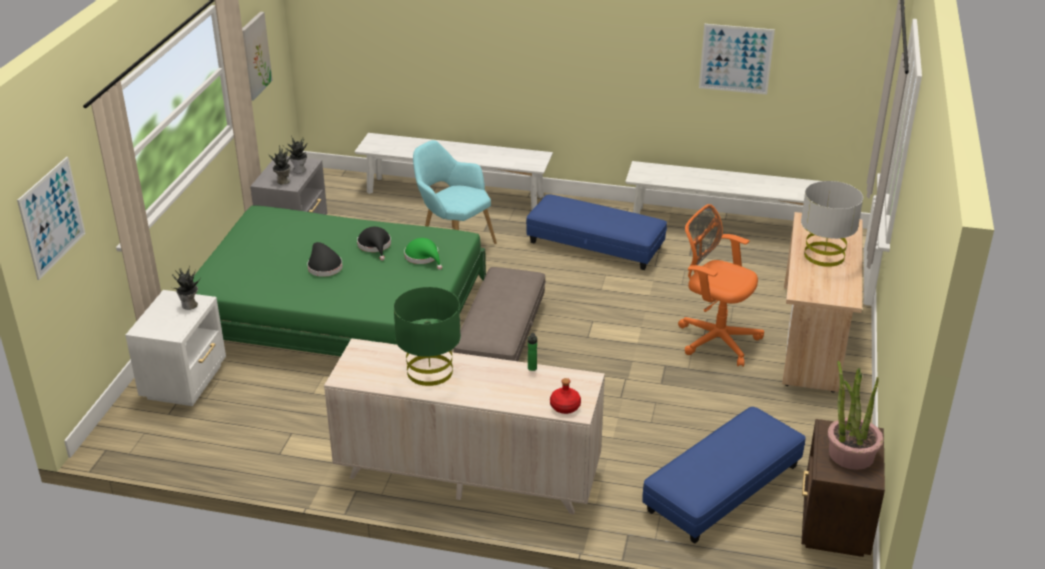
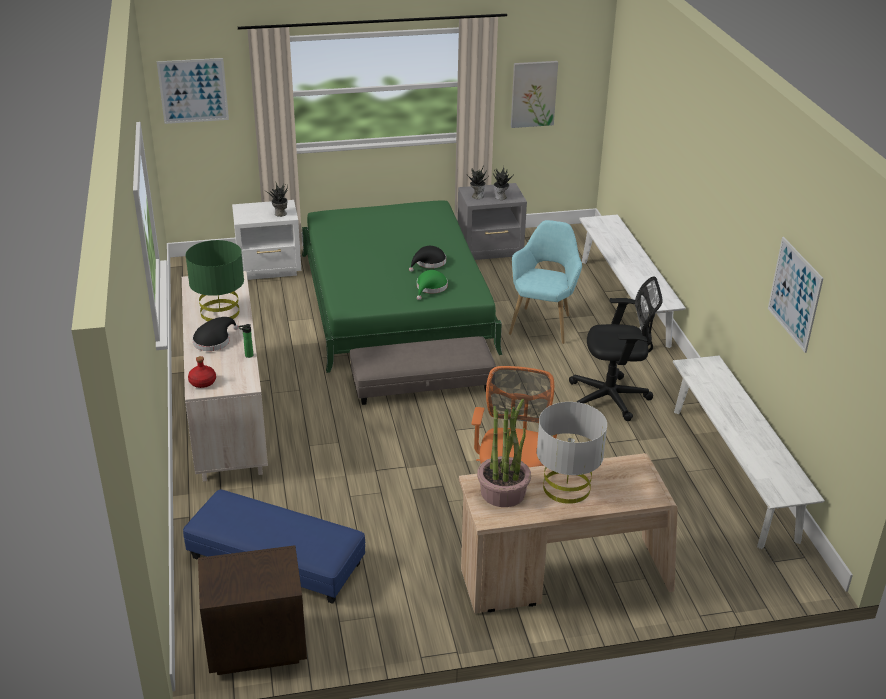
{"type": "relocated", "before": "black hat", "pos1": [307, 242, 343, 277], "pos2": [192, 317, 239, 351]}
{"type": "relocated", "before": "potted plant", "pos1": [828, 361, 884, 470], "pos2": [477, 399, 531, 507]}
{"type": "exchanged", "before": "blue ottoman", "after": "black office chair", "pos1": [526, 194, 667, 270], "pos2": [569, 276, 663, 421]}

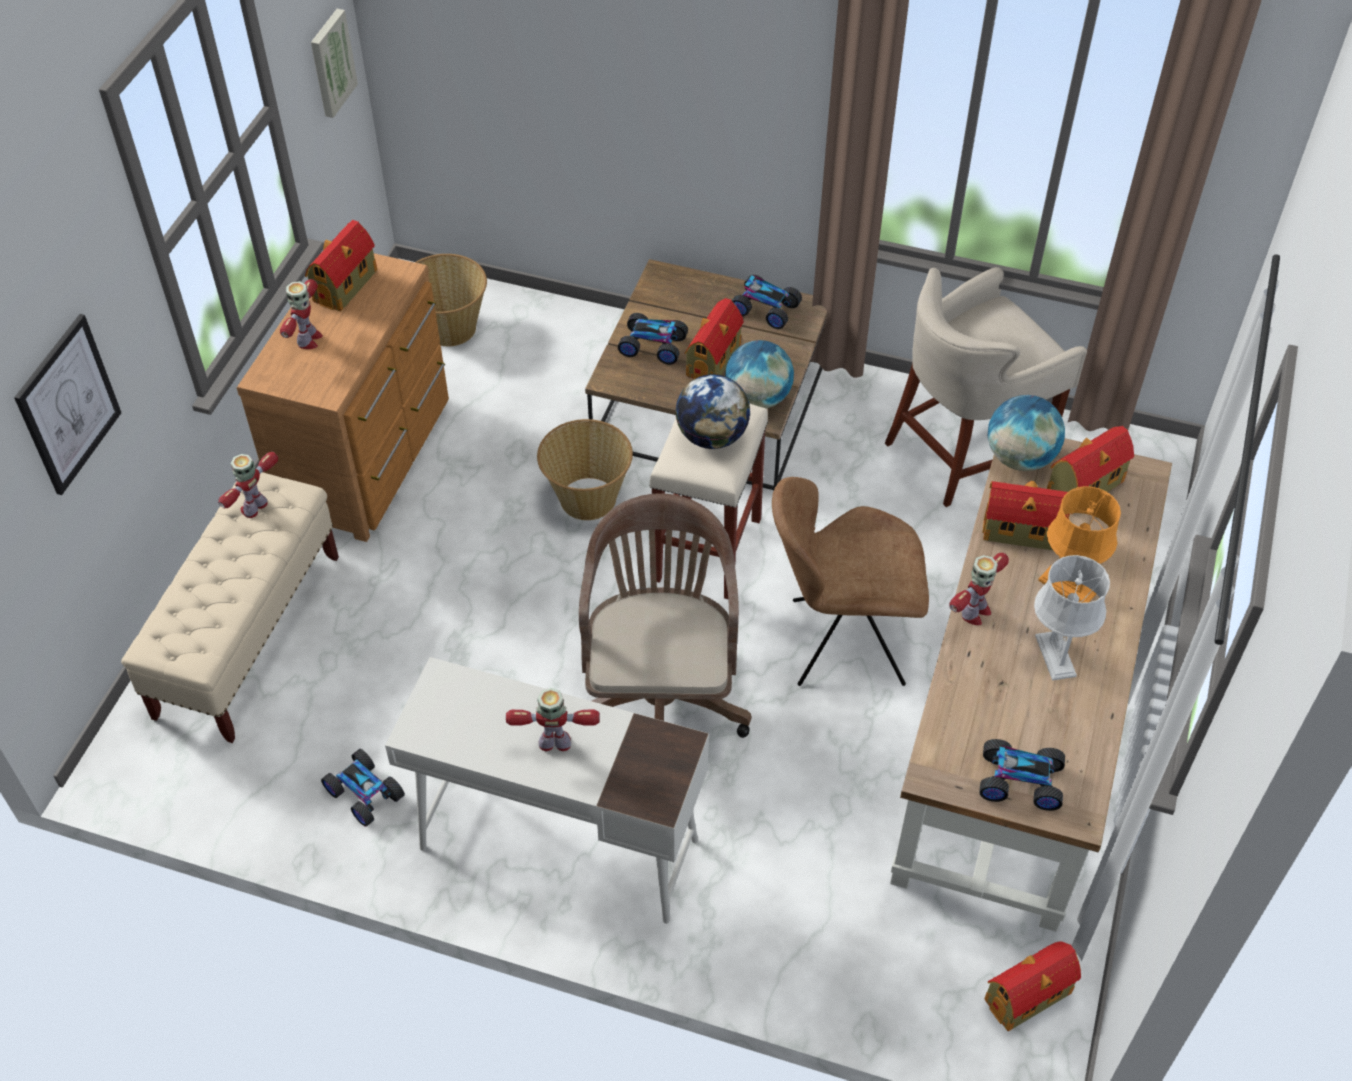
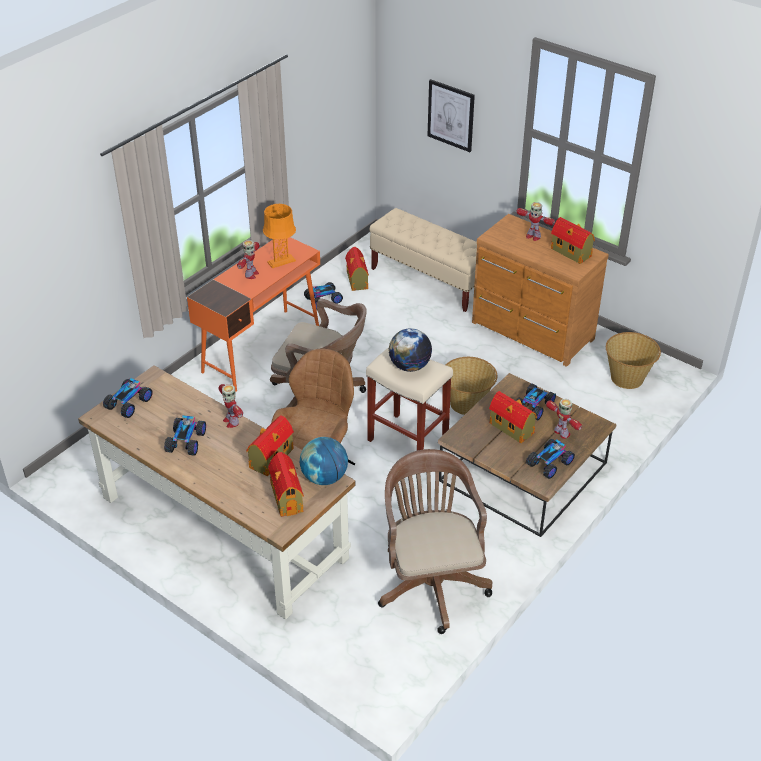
{"type": "exchanged", "before": "grey table lamp", "after": "toy car", "pos1": [1034, 555, 1110, 681], "pos2": [164, 415, 206, 456]}
{"type": "colour", "before": "white desk", "after": "orange desk", "pos1": [385, 657, 709, 924], "pos2": [187, 237, 320, 392]}
{"type": "relocated", "before": "orange table lamp", "pos1": [1038, 486, 1121, 603], "pos2": [263, 204, 296, 268]}
{"type": "relocated", "before": "toy house", "pos1": [984, 942, 1081, 1031], "pos2": [345, 247, 369, 291]}
{"type": "exchanged", "before": "beige stool", "after": "brown office chair", "pos1": [885, 267, 1087, 507], "pos2": [378, 449, 492, 634]}
{"type": "relocated", "before": "toy robot", "pos1": [218, 452, 278, 518], "pos2": [546, 399, 582, 439]}
{"type": "missing", "before": "picture", "pos1": [311, 9, 358, 118]}
{"type": "missing", "before": "globe", "pos1": [725, 340, 794, 408]}

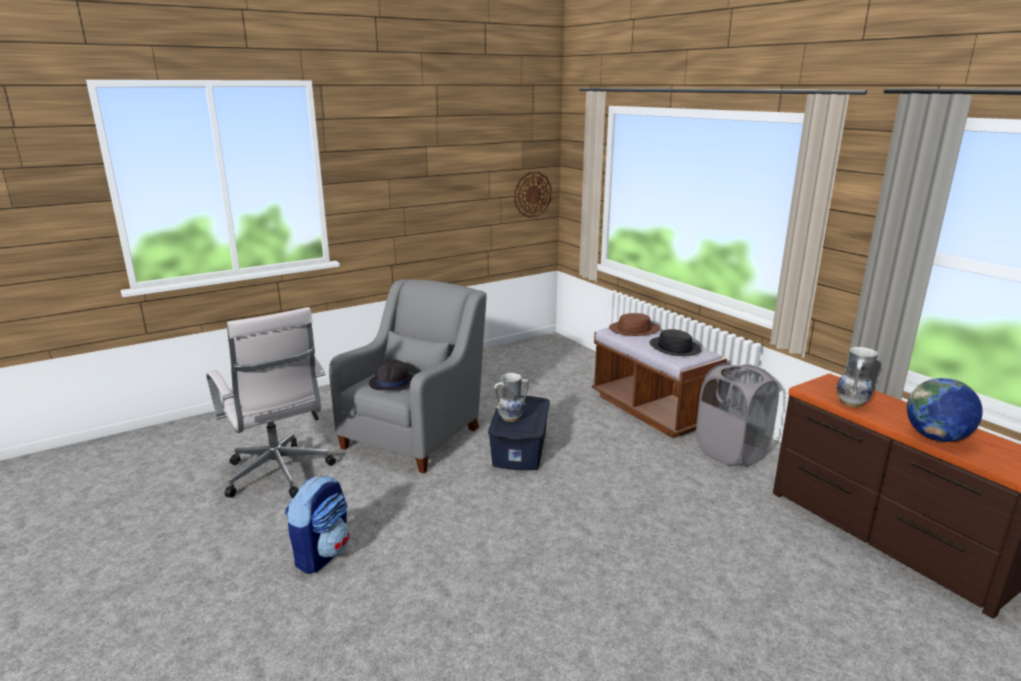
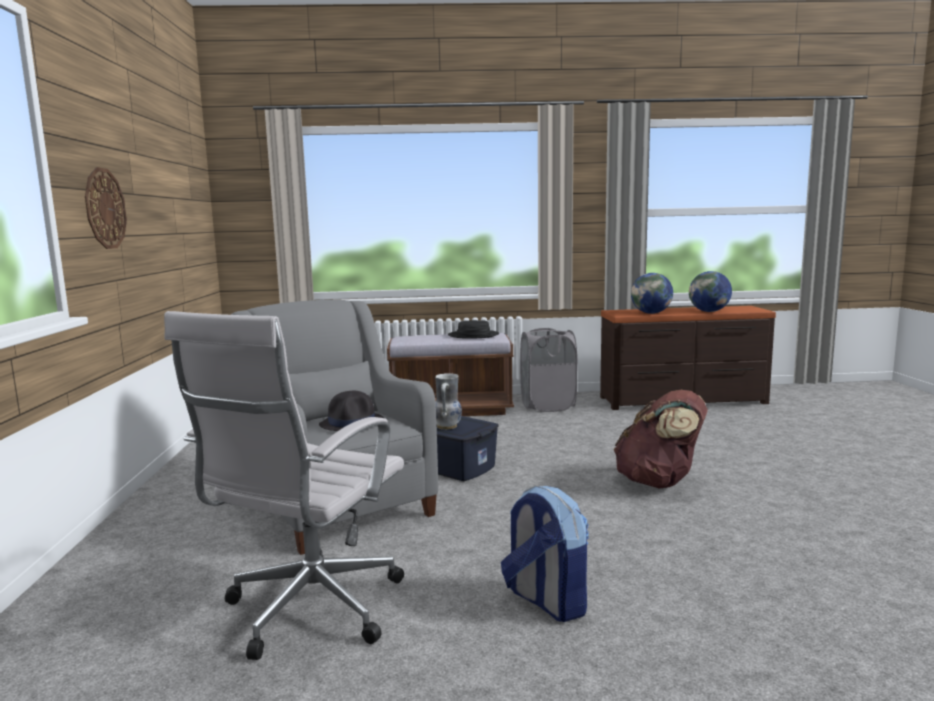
{"type": "relocated", "before": "wall clock", "pos1": [514, 172, 552, 218], "pos2": [85, 167, 127, 249]}
{"type": "spun", "before": "white office chair", "pos1": [206, 307, 336, 498], "pos2": [164, 311, 404, 660], "turn": 120}
{"type": "appeared", "after": "brown backpack", "pos2": [614, 390, 708, 489]}
{"type": "exchanged", "before": "vase", "after": "globe", "pos1": [837, 347, 878, 407], "pos2": [631, 273, 673, 314]}
{"type": "missing", "before": "brown hat", "pos1": [609, 313, 660, 336]}

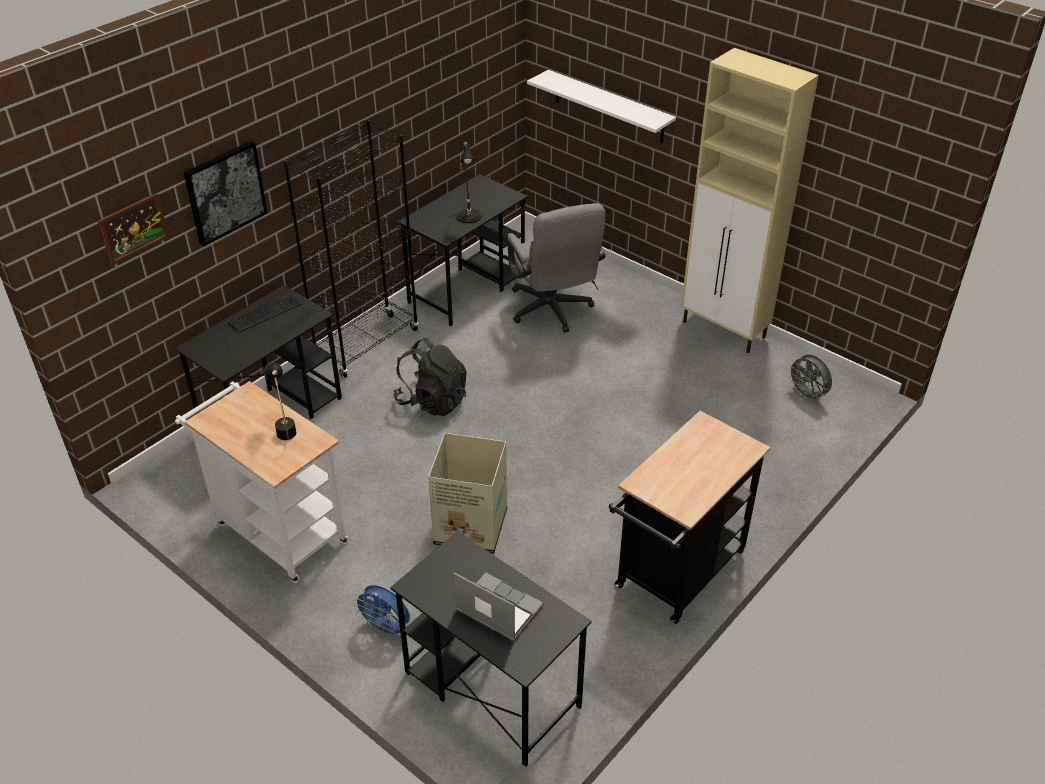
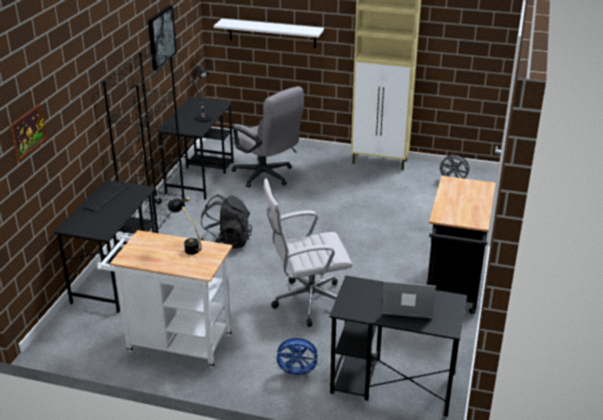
{"type": "relocated", "before": "picture", "pos1": [183, 141, 268, 246], "pos2": [148, 5, 177, 70]}
{"type": "exchanged", "before": "cardboard box", "after": "white office chair", "pos1": [428, 433, 507, 554], "pos2": [263, 178, 353, 327]}

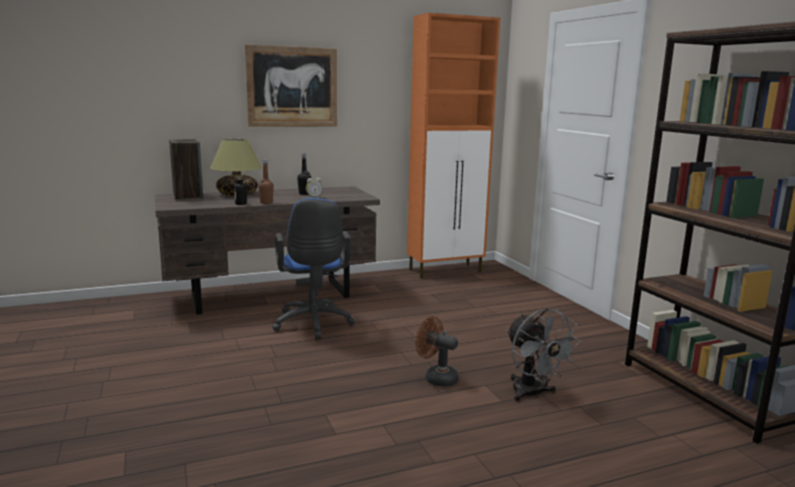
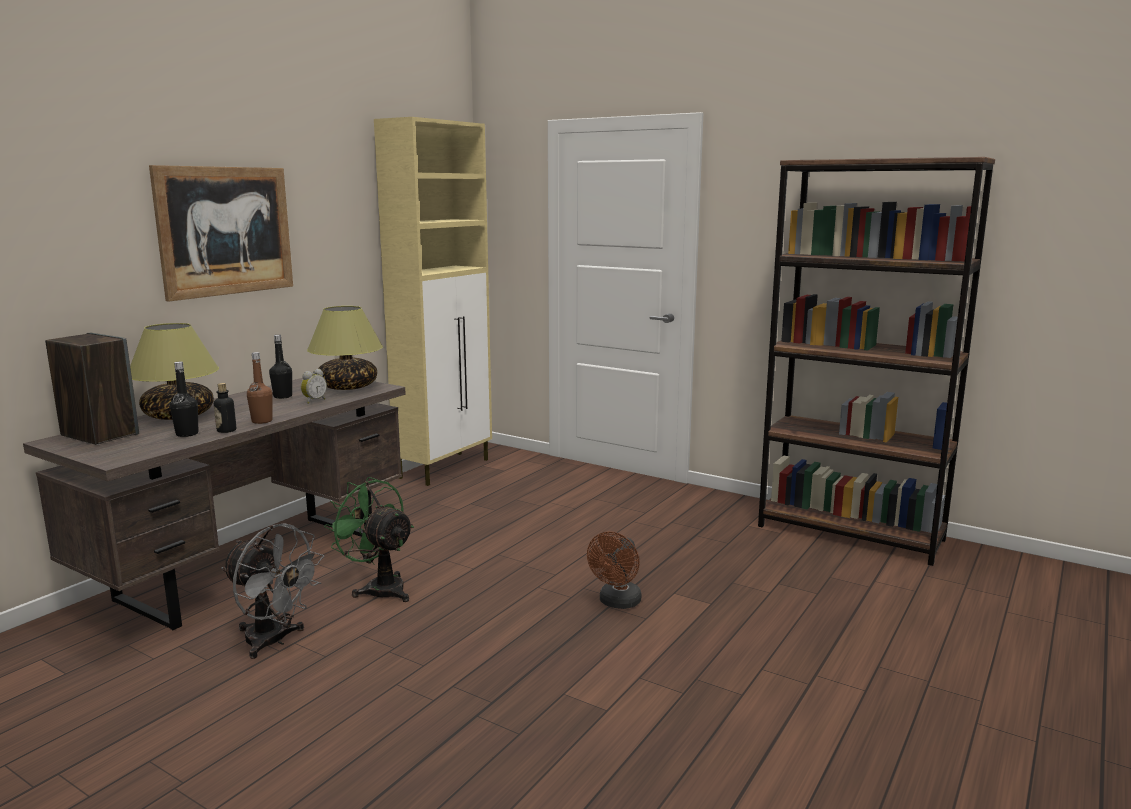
{"type": "appeared", "after": "black bottle", "pos2": [170, 362, 199, 437]}
{"type": "relocated", "before": "grey fan", "pos1": [507, 308, 581, 402], "pos2": [221, 524, 324, 659]}
{"type": "appeared", "after": "table lamp", "pos2": [307, 306, 383, 390]}
{"type": "exchanged", "before": "blue office chair", "after": "green fan", "pos1": [272, 198, 355, 339], "pos2": [324, 477, 414, 602]}
{"type": "colour", "before": "orange cabinet", "after": "beige cabinet", "pos1": [407, 13, 500, 278], "pos2": [374, 117, 492, 486]}
{"type": "spun", "before": "brown fan", "pos1": [416, 316, 459, 387], "pos2": [587, 531, 641, 609], "turn": -60}

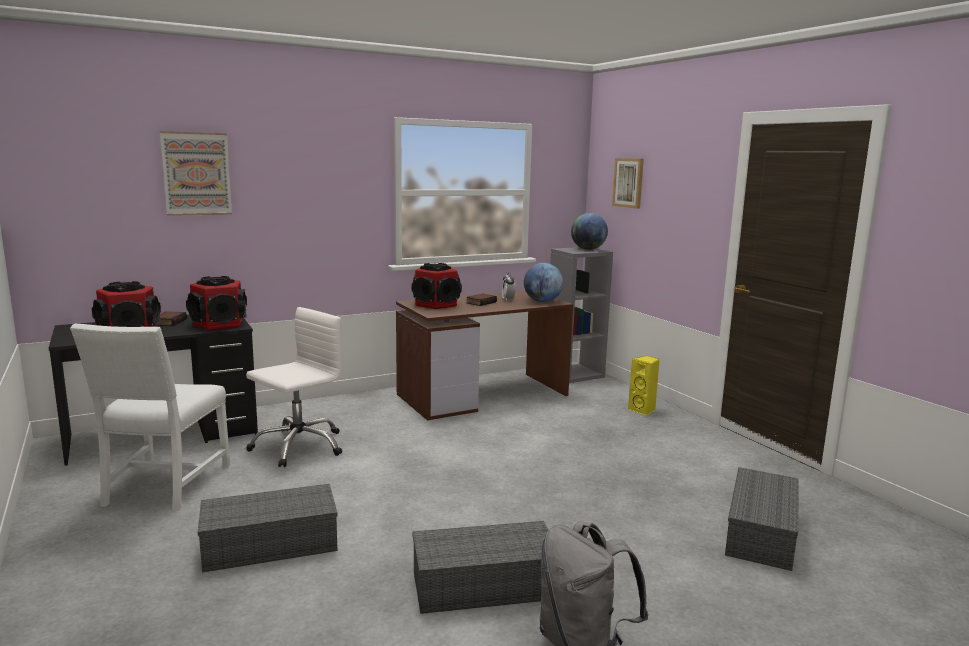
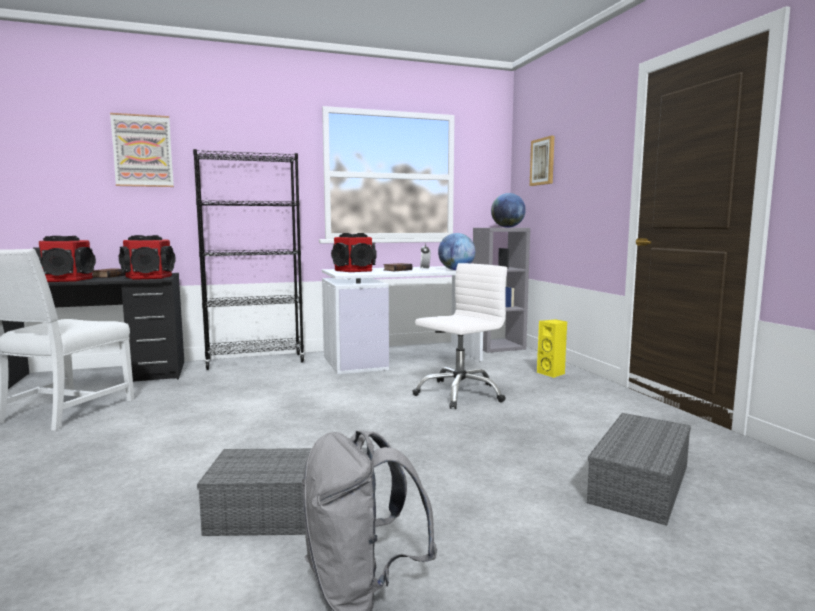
{"type": "appeared", "after": "black bookcase", "pos2": [193, 149, 305, 370]}
{"type": "colour", "before": "brown desk", "after": "white desk", "pos1": [396, 291, 573, 420], "pos2": [322, 266, 483, 375]}
{"type": "relocated", "before": "white office chair", "pos1": [246, 307, 342, 467], "pos2": [412, 263, 507, 409]}
{"type": "missing", "before": "grey storage box", "pos1": [198, 484, 337, 573]}

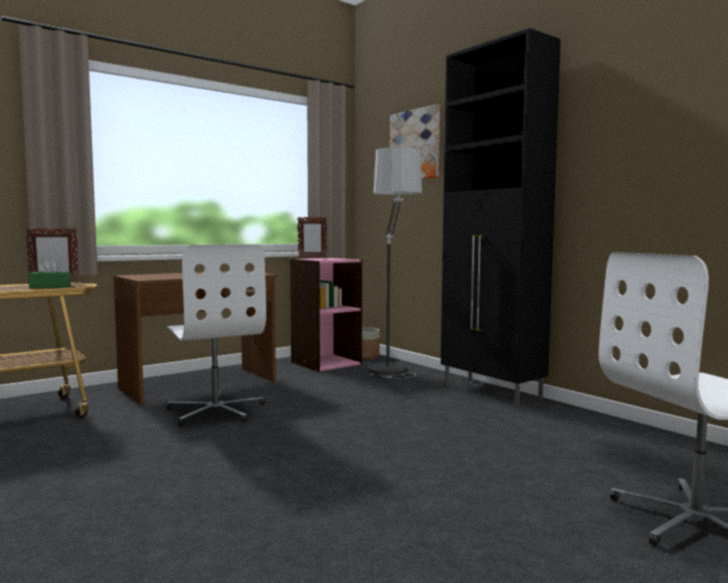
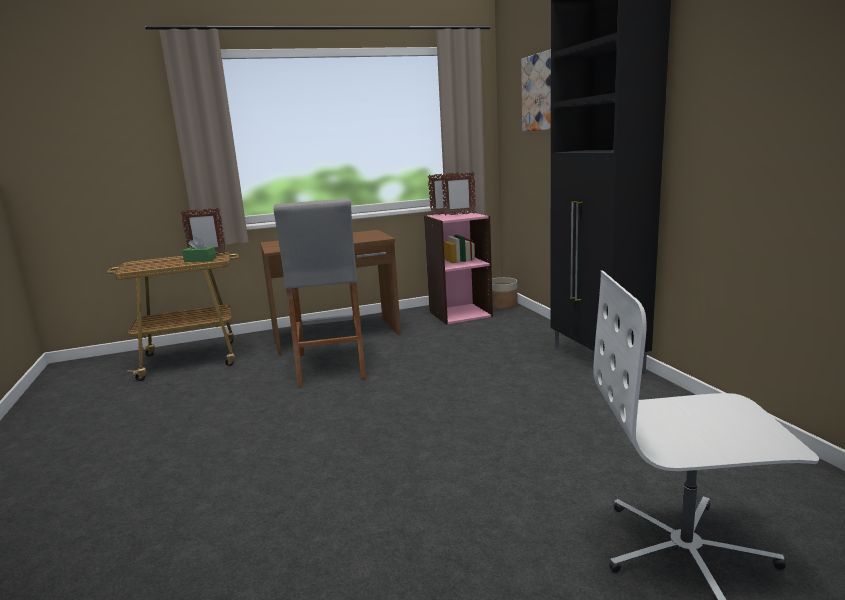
{"type": "exchanged", "before": "white office chair", "after": "grey stool", "pos1": [167, 244, 266, 426], "pos2": [274, 198, 366, 387]}
{"type": "appeared", "after": "picture frame", "pos2": [441, 172, 476, 216]}
{"type": "missing", "before": "floor lamp", "pos1": [368, 147, 423, 378]}

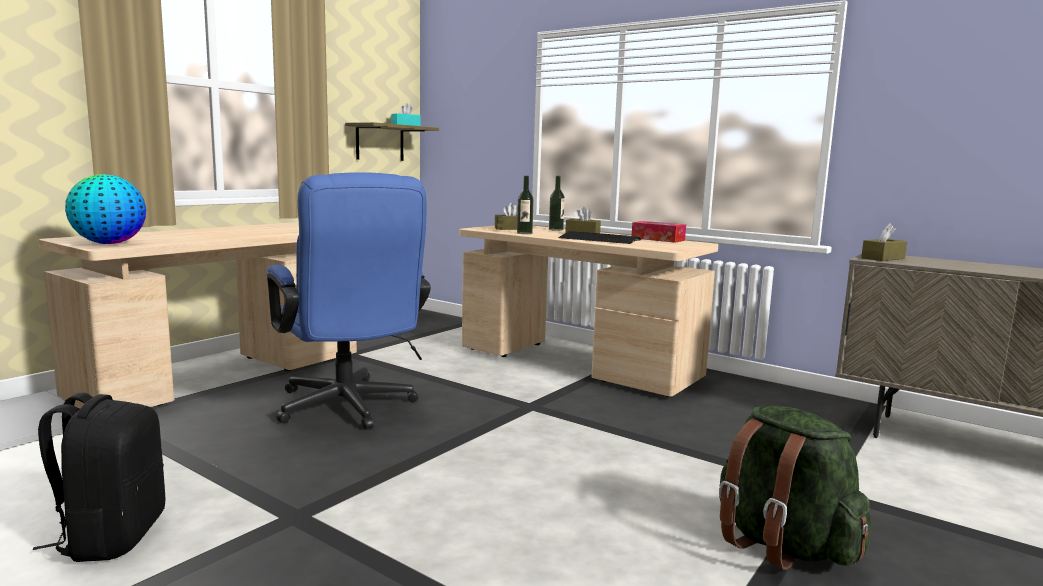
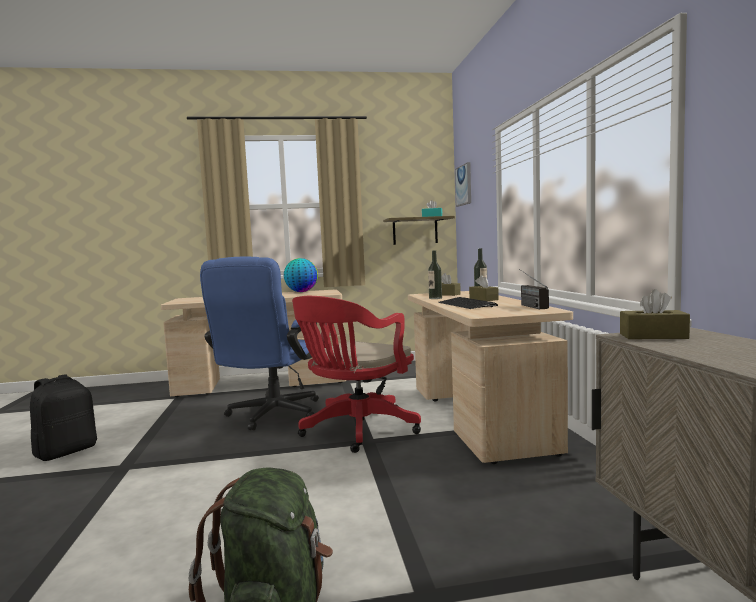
{"type": "relocated", "before": "globe", "pos1": [65, 174, 146, 244], "pos2": [284, 258, 318, 292]}
{"type": "appeared", "after": "red office chair", "pos2": [292, 296, 421, 453]}
{"type": "appeared", "after": "picture", "pos2": [455, 162, 471, 207]}
{"type": "exchanged", "before": "tissue box", "after": "radio", "pos1": [632, 221, 686, 243], "pos2": [519, 269, 549, 309]}

